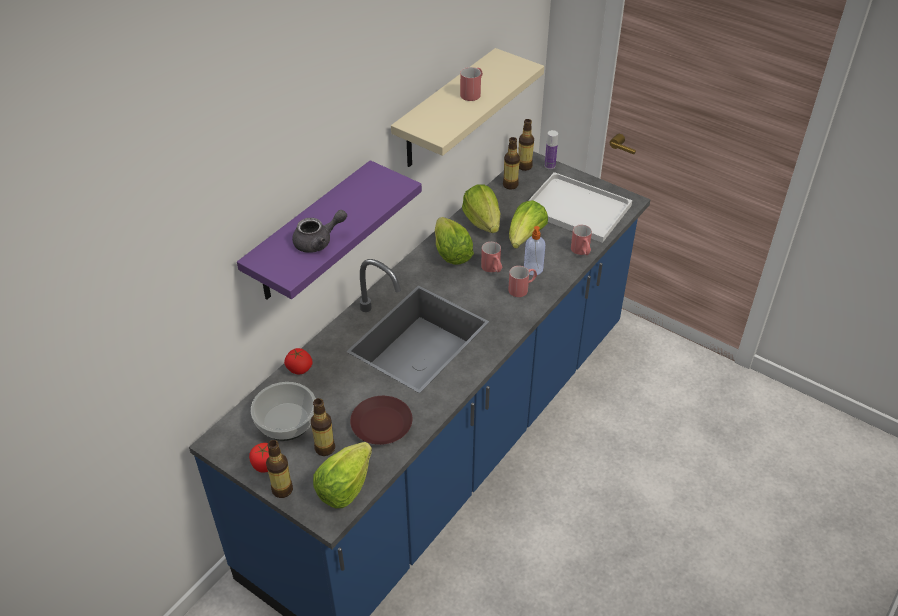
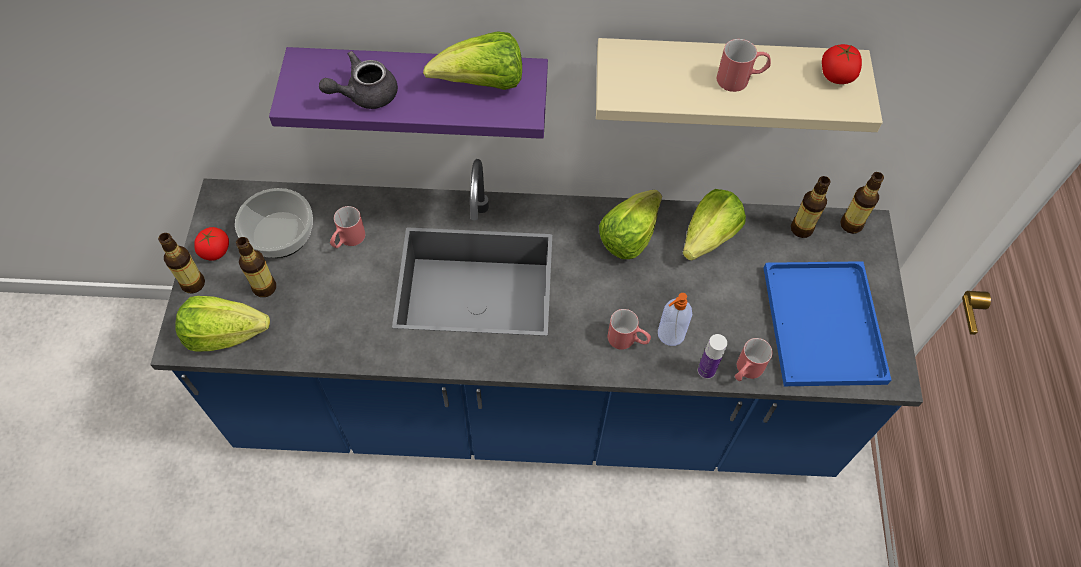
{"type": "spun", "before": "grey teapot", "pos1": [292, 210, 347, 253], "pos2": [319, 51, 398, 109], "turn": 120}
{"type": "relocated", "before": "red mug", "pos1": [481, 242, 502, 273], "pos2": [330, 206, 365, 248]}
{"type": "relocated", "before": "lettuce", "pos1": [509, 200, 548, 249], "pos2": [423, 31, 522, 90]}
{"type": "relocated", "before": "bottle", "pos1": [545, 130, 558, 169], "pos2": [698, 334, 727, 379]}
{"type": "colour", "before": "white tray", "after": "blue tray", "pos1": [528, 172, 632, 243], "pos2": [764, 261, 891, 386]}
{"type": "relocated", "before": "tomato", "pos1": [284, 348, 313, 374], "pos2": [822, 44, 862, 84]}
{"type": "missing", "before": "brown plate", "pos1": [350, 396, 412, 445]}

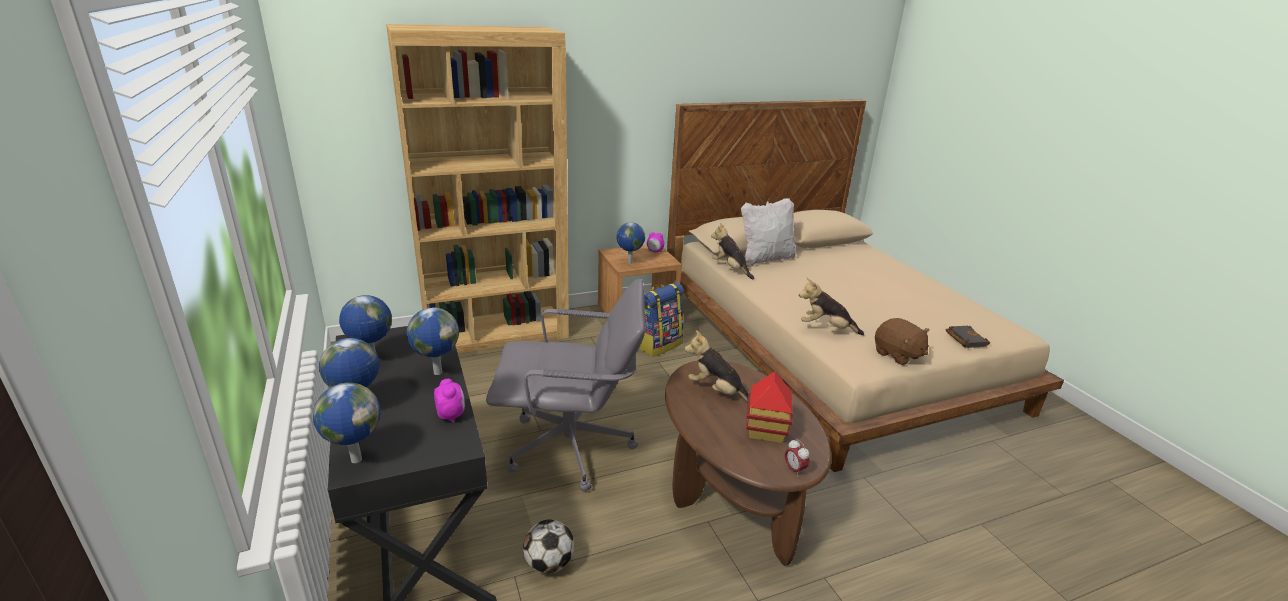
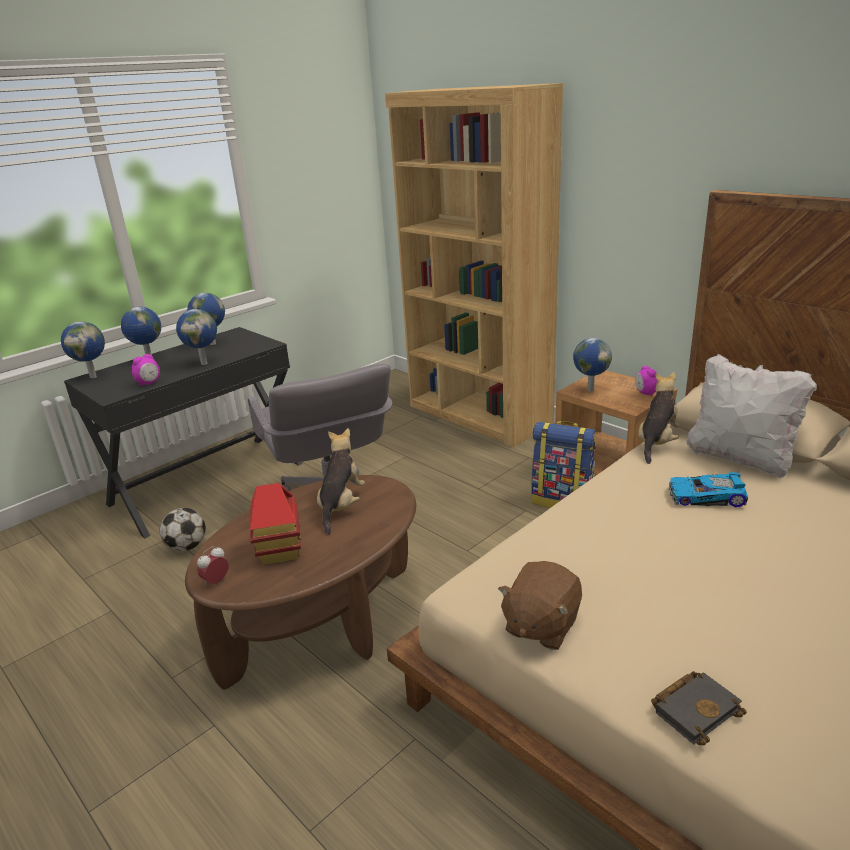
{"type": "appeared", "after": "toy car", "pos2": [669, 472, 748, 507]}
{"type": "missing", "before": "plush toy", "pos1": [799, 278, 864, 335]}

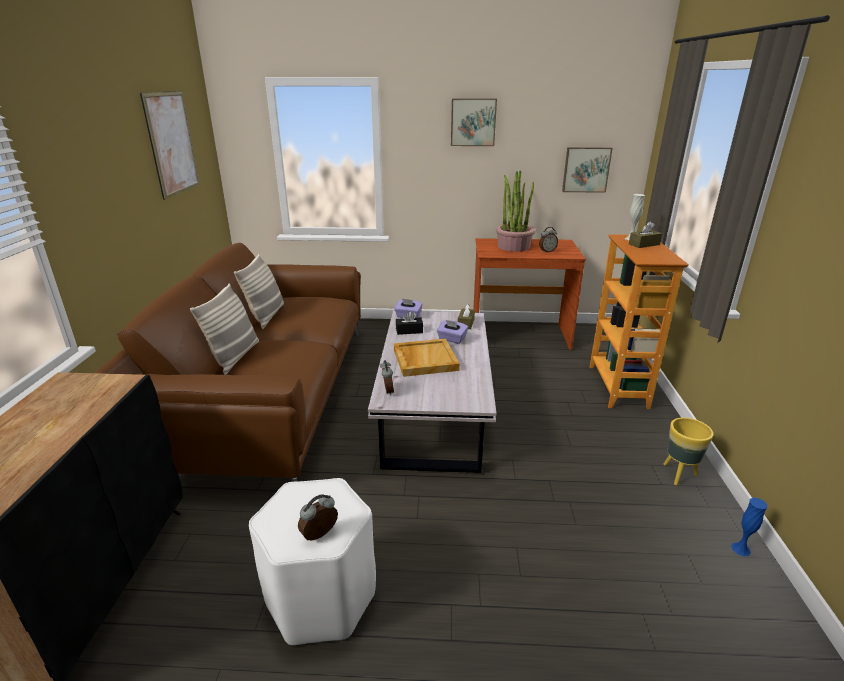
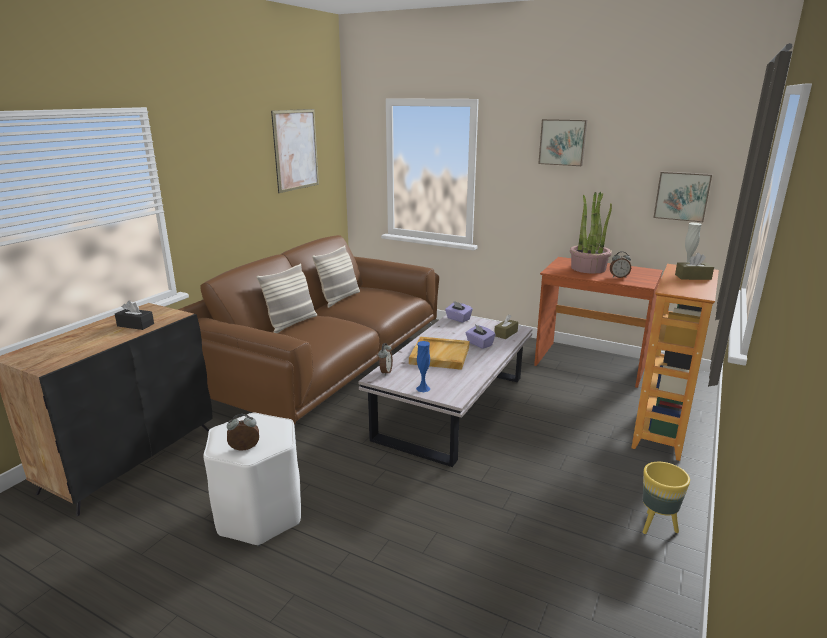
{"type": "relocated", "before": "black tissue box", "pos1": [396, 311, 423, 335], "pos2": [115, 300, 154, 330]}
{"type": "relocated", "before": "blue vase", "pos1": [731, 498, 768, 557], "pos2": [416, 341, 430, 392]}

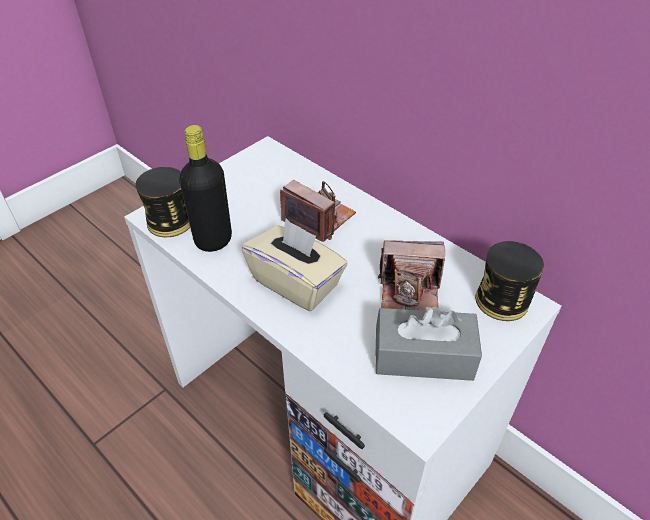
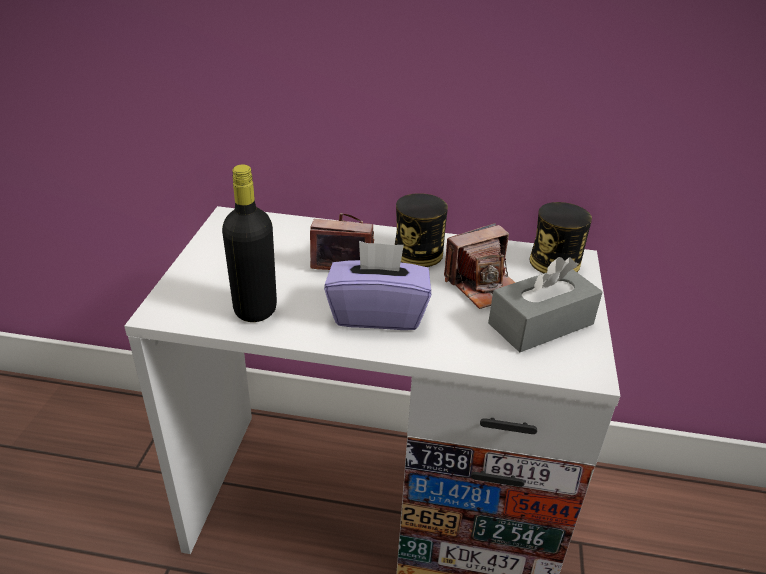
{"type": "colour", "before": "beige tissue box", "after": "purple tissue box", "pos1": [242, 219, 347, 311], "pos2": [324, 241, 431, 330]}
{"type": "relocated", "before": "can", "pos1": [135, 167, 190, 237], "pos2": [395, 193, 448, 267]}

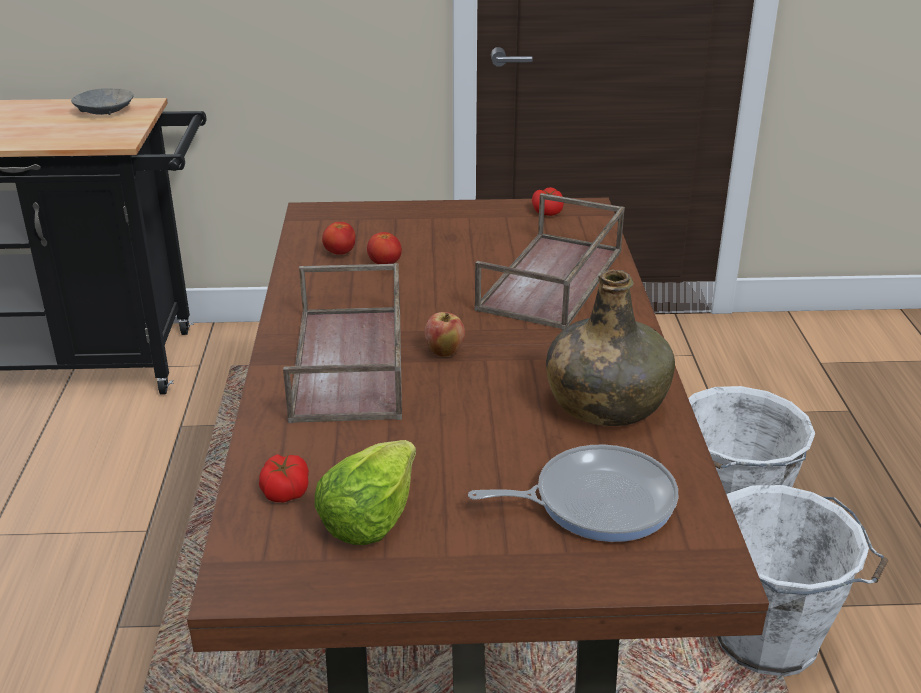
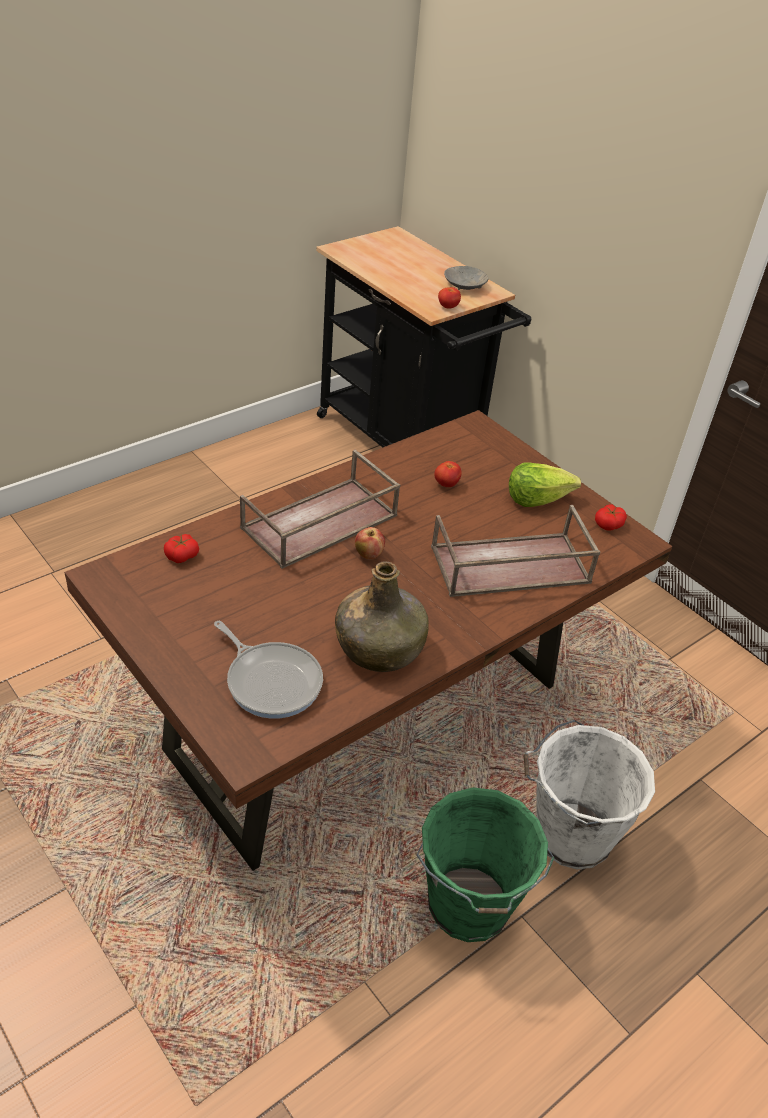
{"type": "colour", "before": "white bucket", "after": "green bucket", "pos1": [716, 485, 888, 677], "pos2": [416, 787, 554, 942]}
{"type": "relocated", "before": "tomato", "pos1": [322, 222, 355, 255], "pos2": [438, 287, 461, 309]}
{"type": "relocated", "before": "lettuce", "pos1": [315, 440, 416, 545], "pos2": [509, 463, 581, 507]}

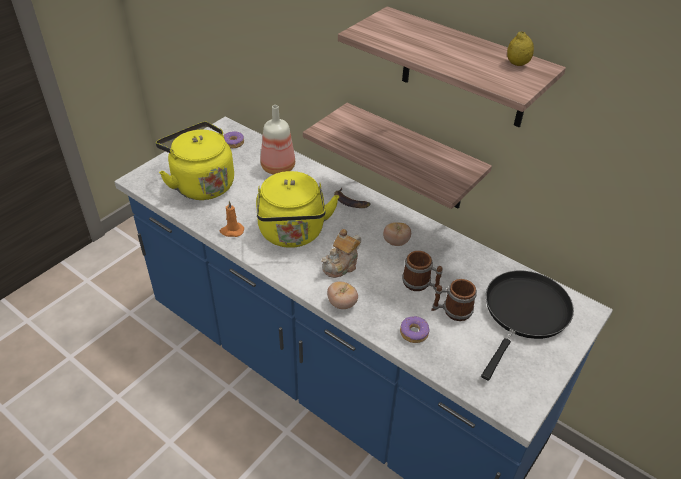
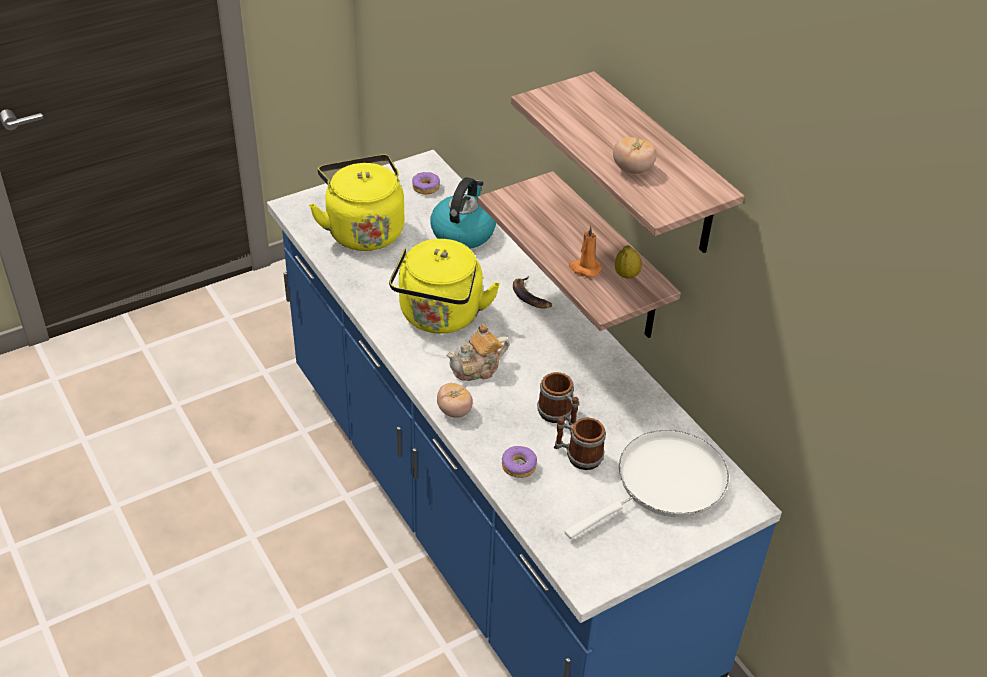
{"type": "exchanged", "before": "bottle", "after": "kettle", "pos1": [260, 105, 295, 175], "pos2": [431, 177, 496, 249]}
{"type": "colour", "before": "black frying pan", "after": "white frying pan", "pos1": [481, 271, 574, 380], "pos2": [565, 430, 729, 539]}
{"type": "relocated", "before": "orange candle", "pos1": [220, 201, 244, 237], "pos2": [569, 226, 602, 277]}
{"type": "relocated", "before": "tomato", "pos1": [383, 222, 411, 246], "pos2": [613, 137, 657, 174]}
{"type": "relocated", "before": "lemon", "pos1": [507, 31, 534, 66], "pos2": [615, 245, 642, 279]}

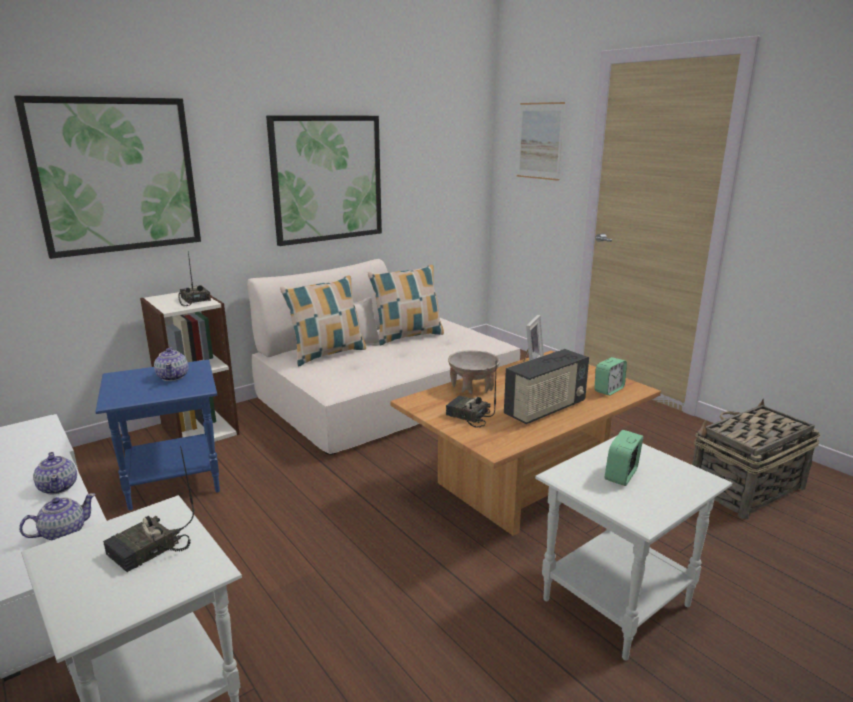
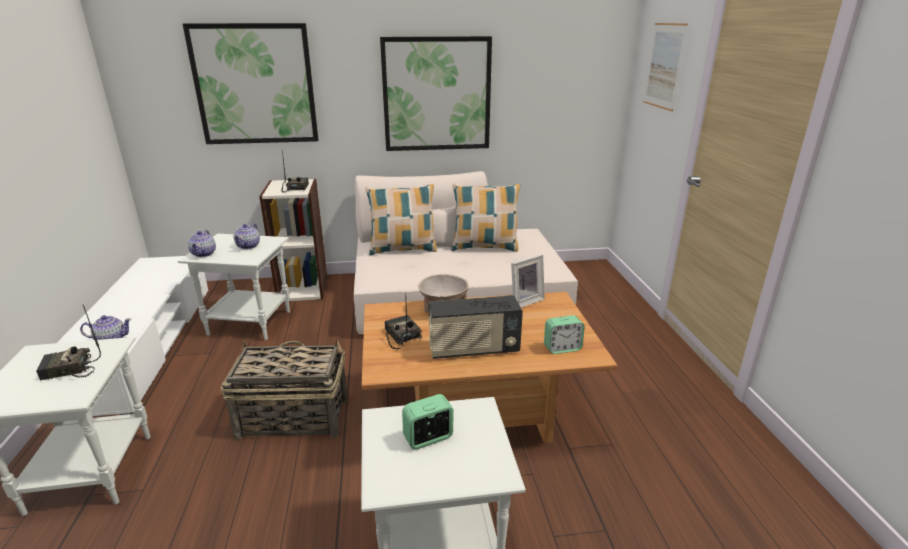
{"type": "colour", "before": "blue side table", "after": "white side table", "pos1": [95, 360, 220, 511], "pos2": [178, 234, 290, 340]}
{"type": "relocated", "before": "teapot", "pos1": [33, 452, 77, 494], "pos2": [188, 230, 216, 257]}
{"type": "relocated", "before": "basket", "pos1": [692, 399, 821, 519], "pos2": [221, 339, 347, 440]}

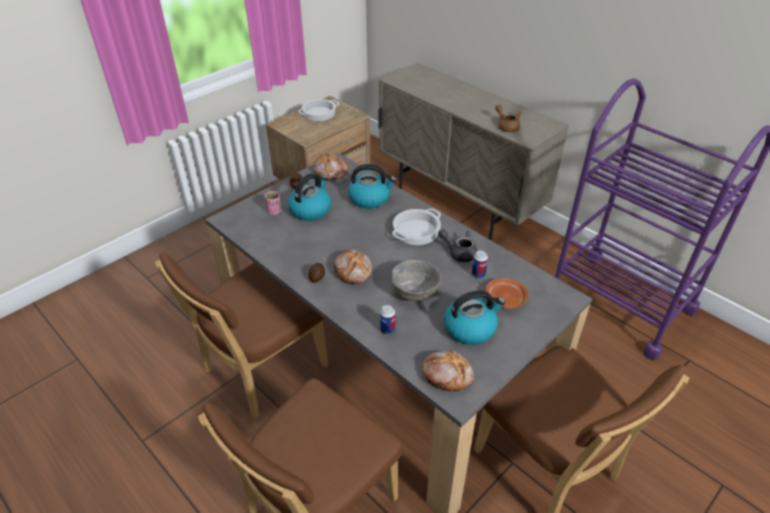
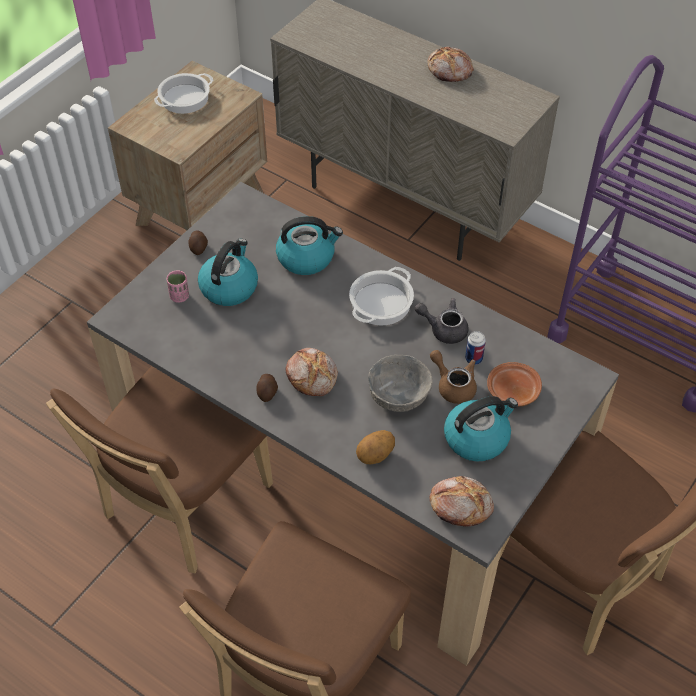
{"type": "exchanged", "before": "can", "after": "potato", "pos1": [380, 305, 395, 335], "pos2": [356, 430, 395, 464]}
{"type": "relocated", "before": "bread", "pos1": [314, 154, 348, 180], "pos2": [427, 47, 474, 82]}
{"type": "relocated", "before": "brown teapot", "pos1": [495, 104, 521, 132], "pos2": [430, 350, 477, 404]}

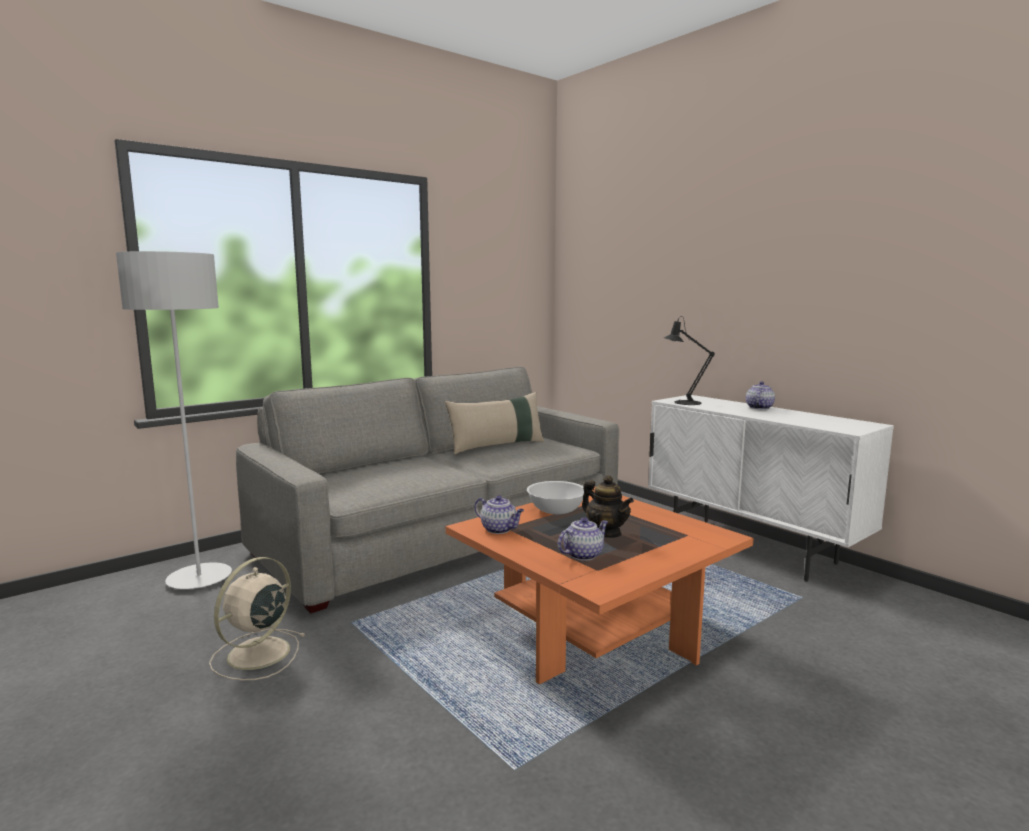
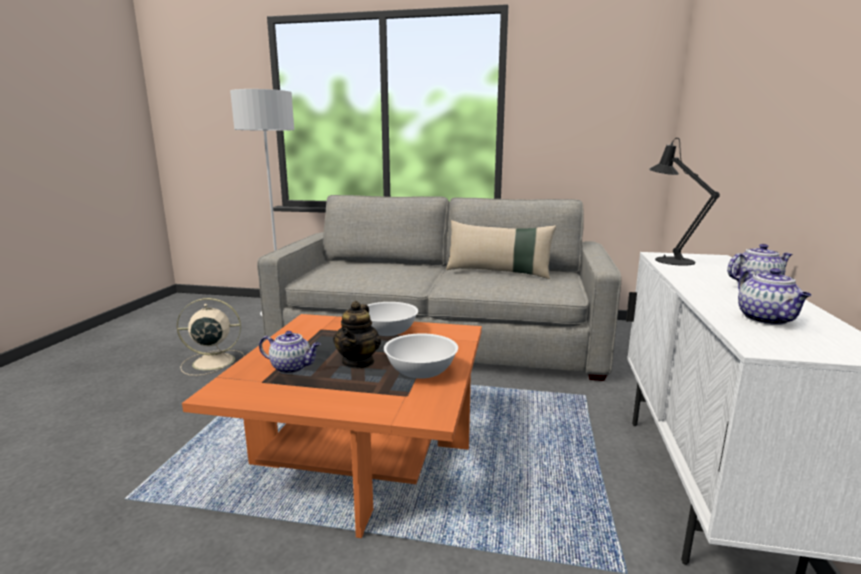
{"type": "appeared", "after": "white bowl", "pos2": [384, 333, 458, 379]}
{"type": "relocated", "before": "teapot", "pos1": [475, 495, 524, 534], "pos2": [738, 268, 811, 325]}

